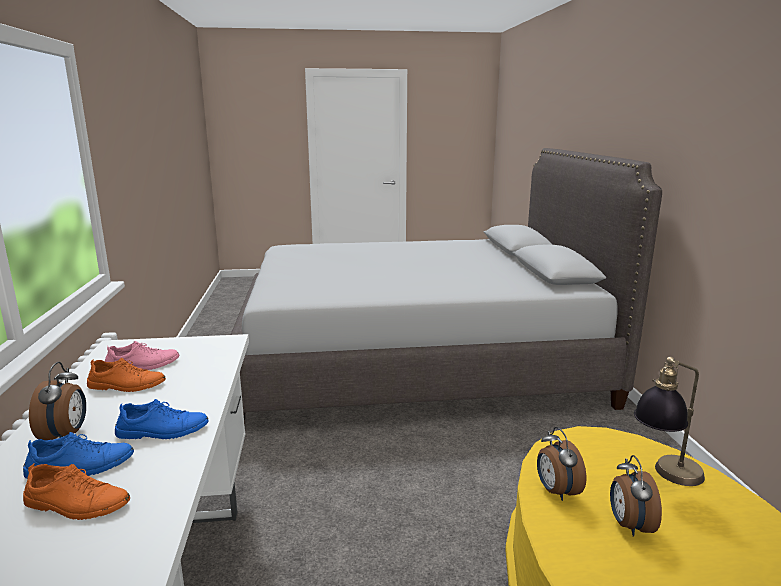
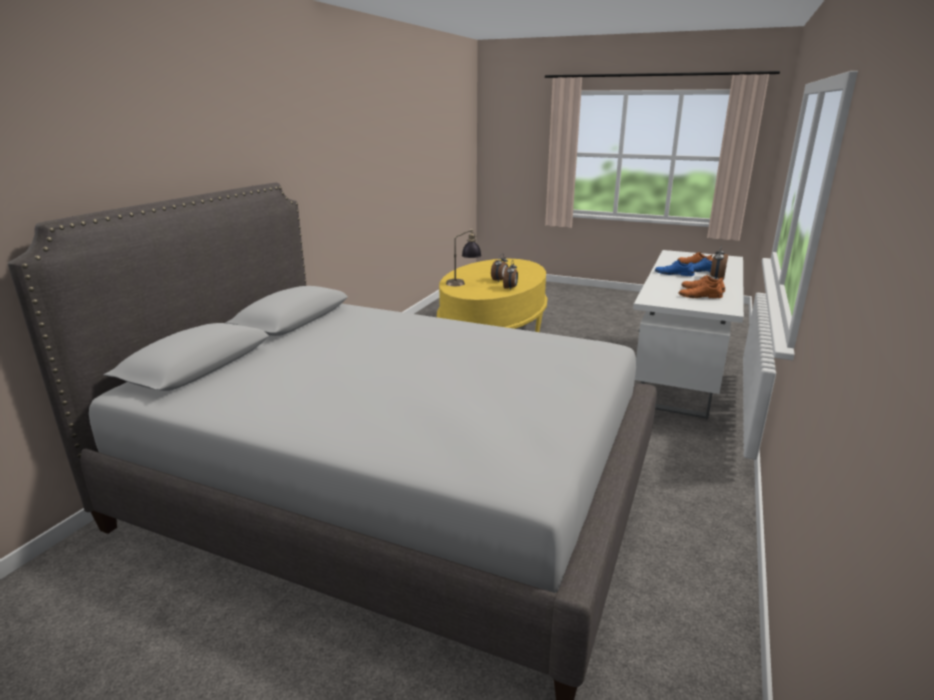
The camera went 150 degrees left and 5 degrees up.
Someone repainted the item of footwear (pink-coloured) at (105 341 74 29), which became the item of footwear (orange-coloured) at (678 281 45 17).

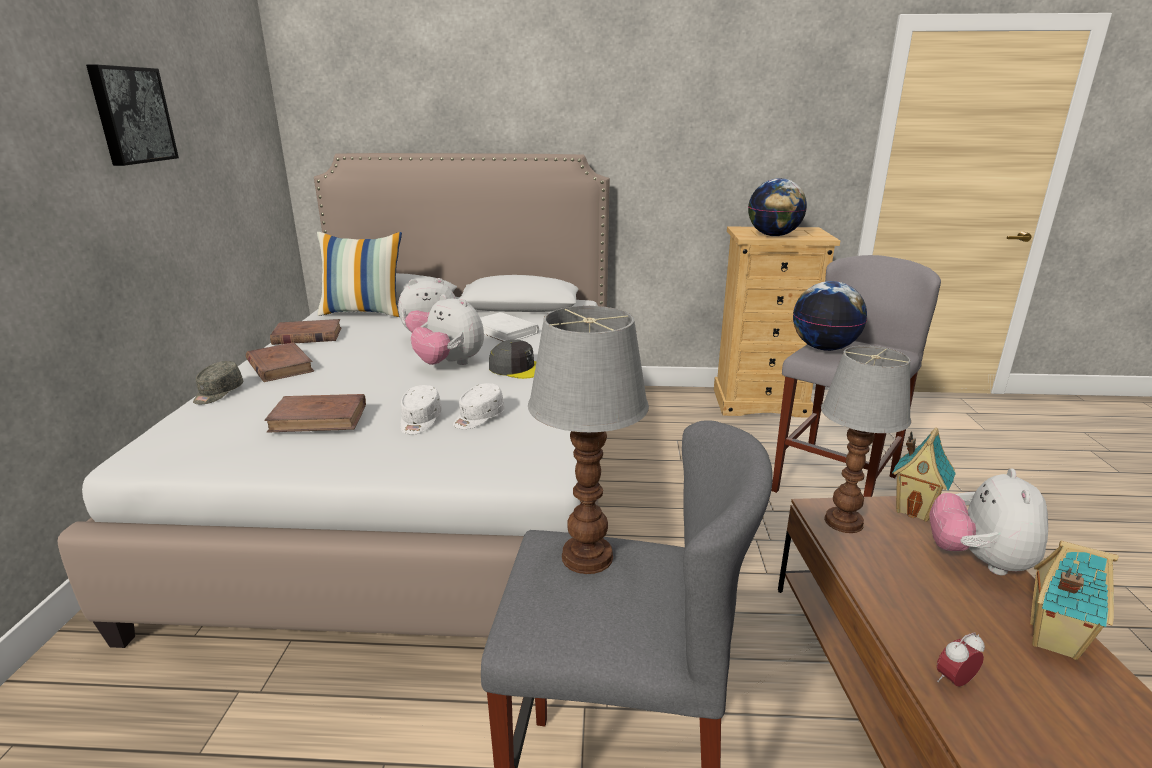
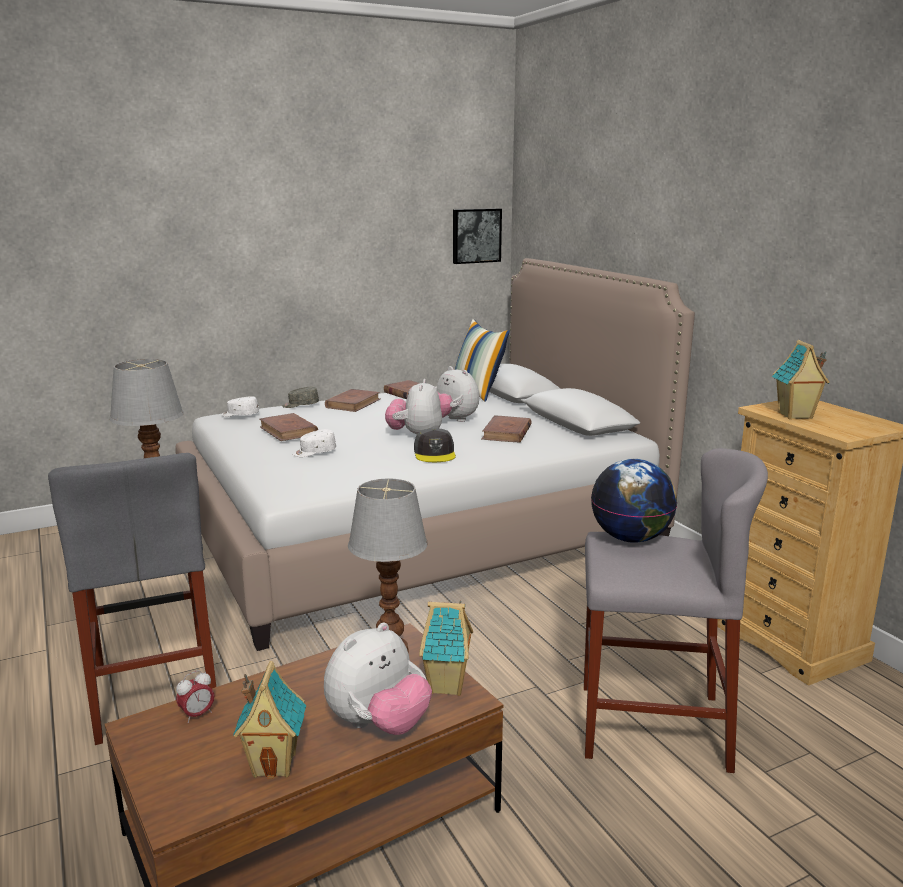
The camera went 60 degrees right and 5 degrees down.
Someone carried the wall picture from (86 65 93 101) to (453 208 49 56).
Someone carried the baseball cap (white-coloured) from (453 383 52 46) to (221 396 38 21).
Someone repainted the bound book (white-coloured) at (480 312 59 29), which became the bound book (brown-coloured) at (481 415 51 28).
Someone swapped the globe at (748 178 59 58) for the toy house at (772 340 58 79).
Someone rotated the cuddly toy at (929 468 119 107) by 150 degrees clockwise.
Someone rotated the alarm clock at (937 632 48 55) by 105 degrees clockwise.

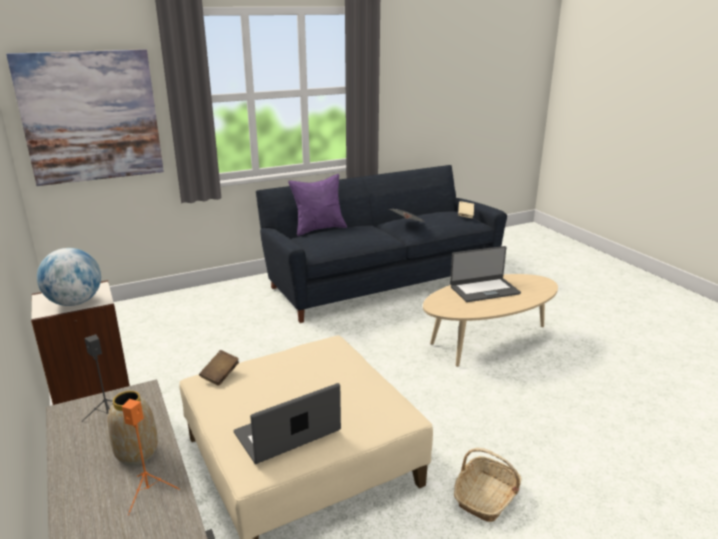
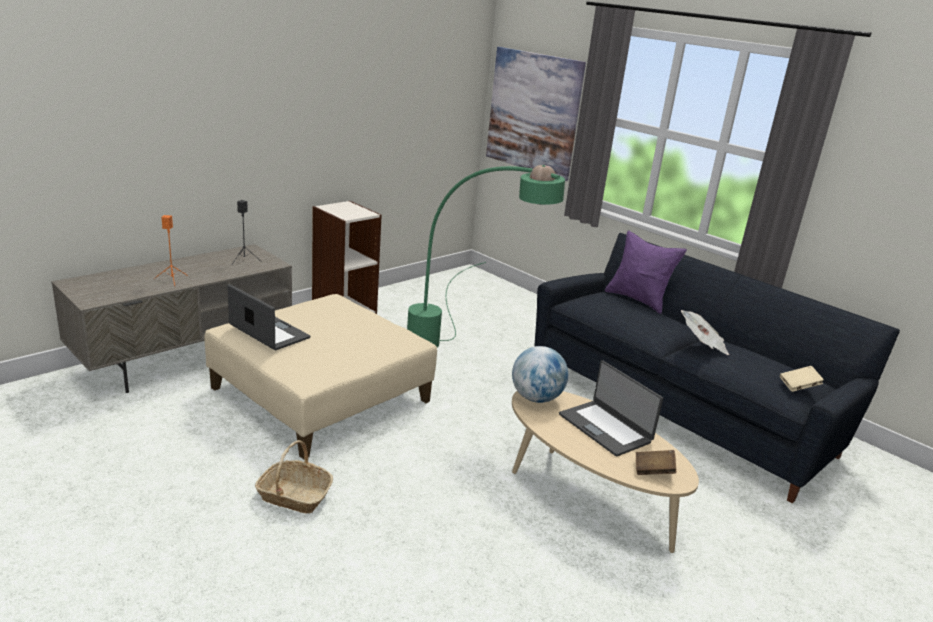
The camera went 70 degrees right and 0 degrees up.
Someone carried the globe from (37 248 64 58) to (512 346 56 57).
Someone took away the vase at (108 391 50 75).
Someone carried the bound book (brown-coloured) from (199 350 40 36) to (636 450 41 25).
Someone put down the floor lamp (greenish) at (407 165 158 182).

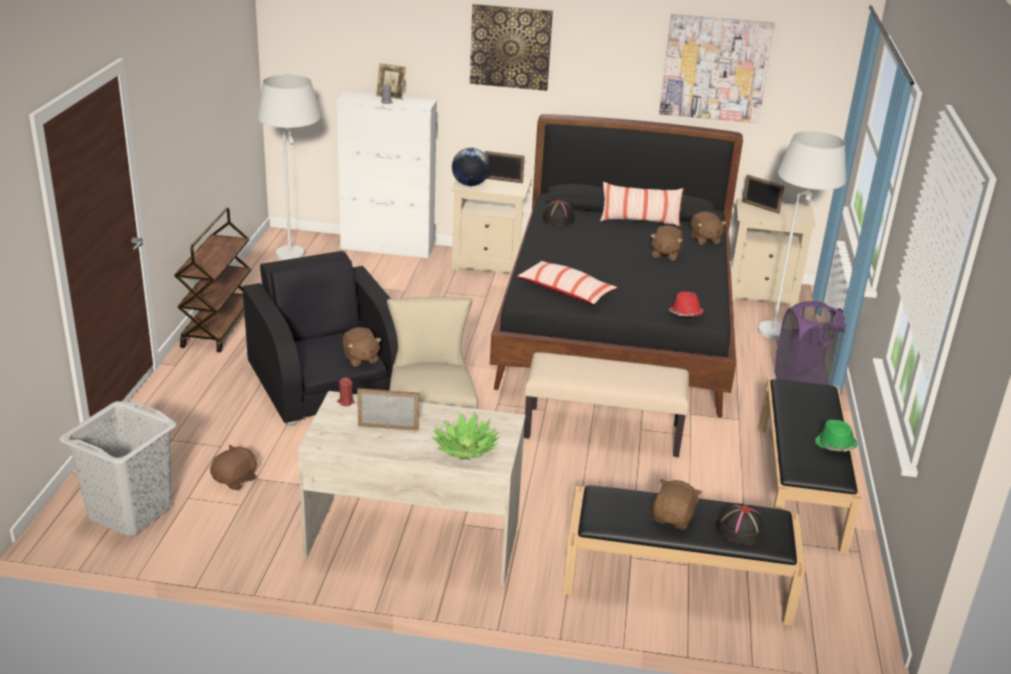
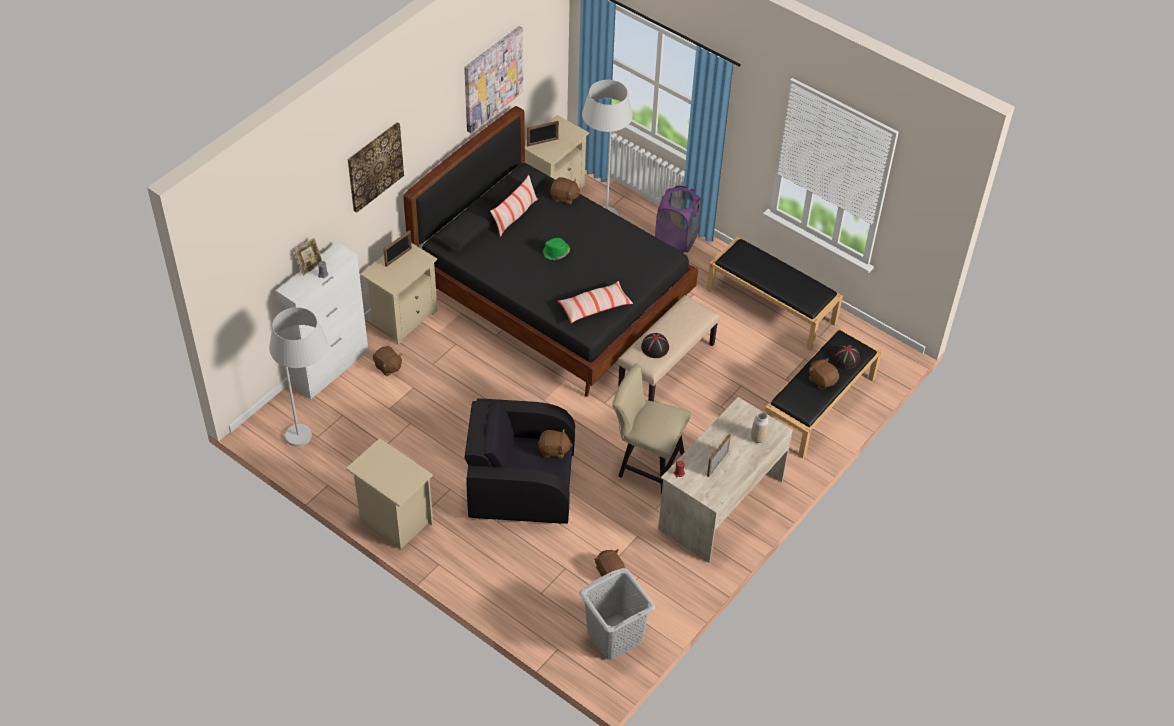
The camera went 60 degrees left and 20 degrees up.
Someone swapped the cart (brown-coloured) at (174 208 78 144) for the nightstand (beige) at (346 438 87 111).
Someone swapped the houseplant at (431 412 69 48) for the vase at (751 411 18 32).
Someone took away the globe at (452 148 38 38).
Someone carried the wearable hat (black-coloured) from (542 200 33 25) to (641 333 28 25).
Someone carried the cuddly toy (brown-coloured) from (651 226 32 34) to (373 346 29 30).
Someone took away the wearable hat (reddish) at (668 292 35 24).
Someone carried the wearable hat (greenish) from (815 420 43 32) to (542 238 28 22).

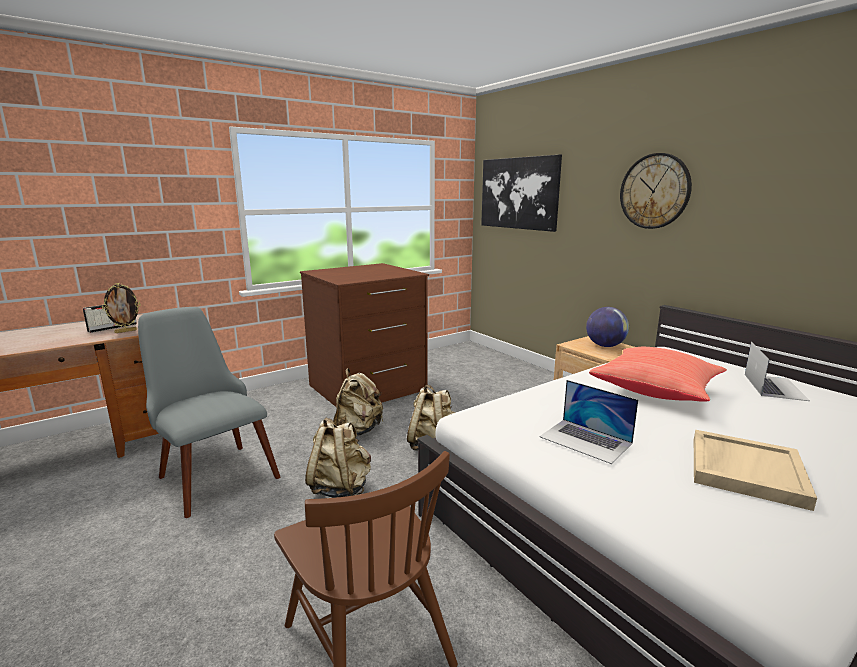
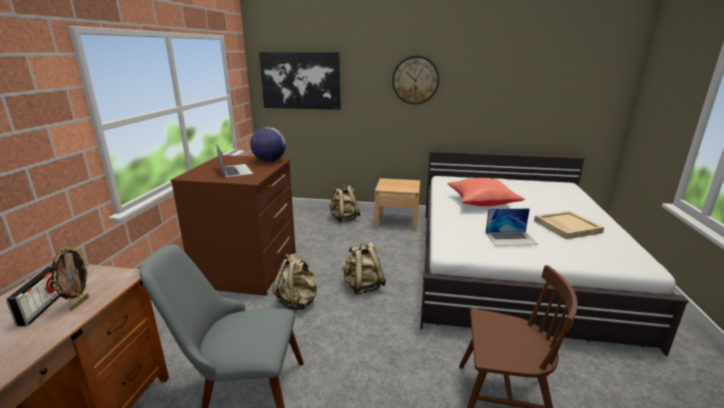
The camera went 45 degrees left and 5 degrees up.
Someone carried the backpack (beige) from (305 418 66 80) to (329 185 32 37).
Someone carried the globe from (586 307 43 40) to (250 127 36 35).
Someone carried the laptop from (745 342 65 59) to (216 144 37 34).

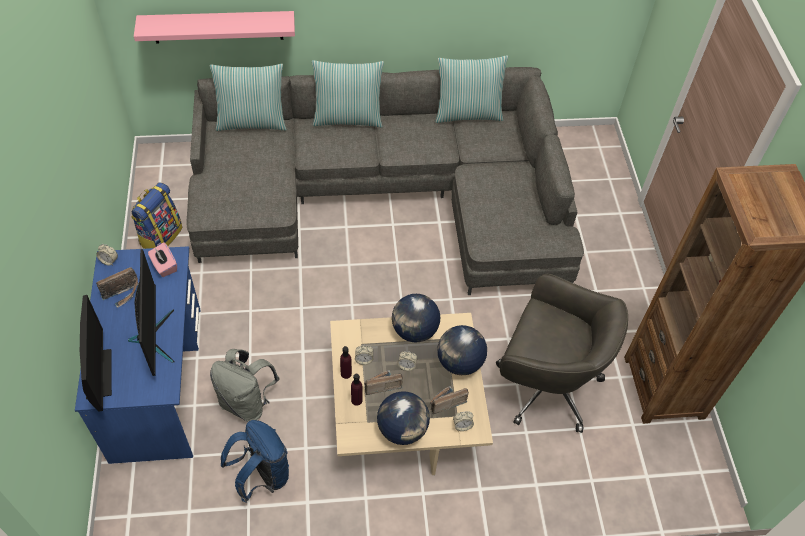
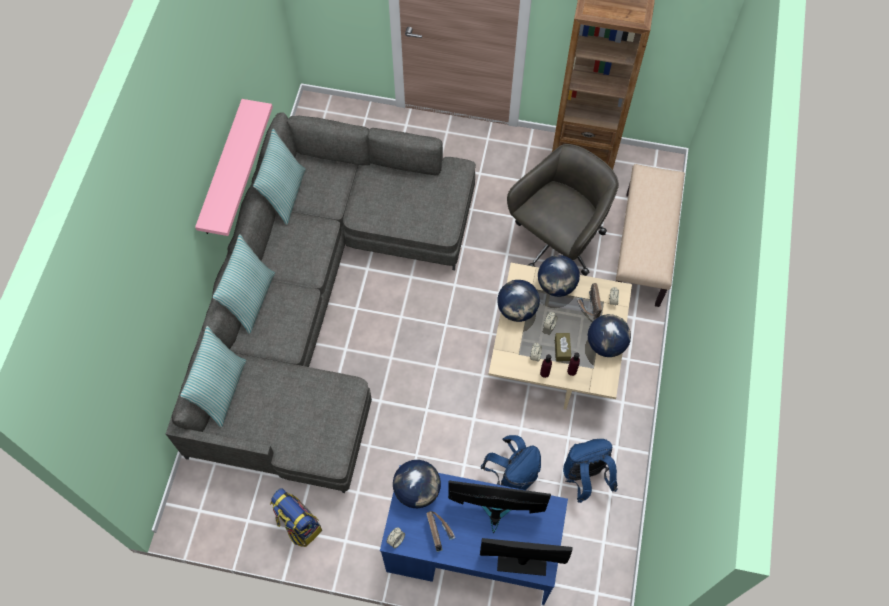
The camera went 70 degrees left and 10 degrees up.
Someone carried the wall shelf (pink-coloured) from (134 11 161 33) to (195 99 78 137).
Someone swapped the tissue holder (pink-coloured) at (148 242 29 35) for the globe at (393 460 48 48).
Someone repainted the backpack (grey) at (210 349 70 73), which became the backpack (blue) at (481 435 60 55).
Someone swapped the radio receiver at (364 370 39 25) for the tissue holder (brown-coloured) at (555 333 16 28).
Someone put down the long seat (beige) at (616 164 69 143).

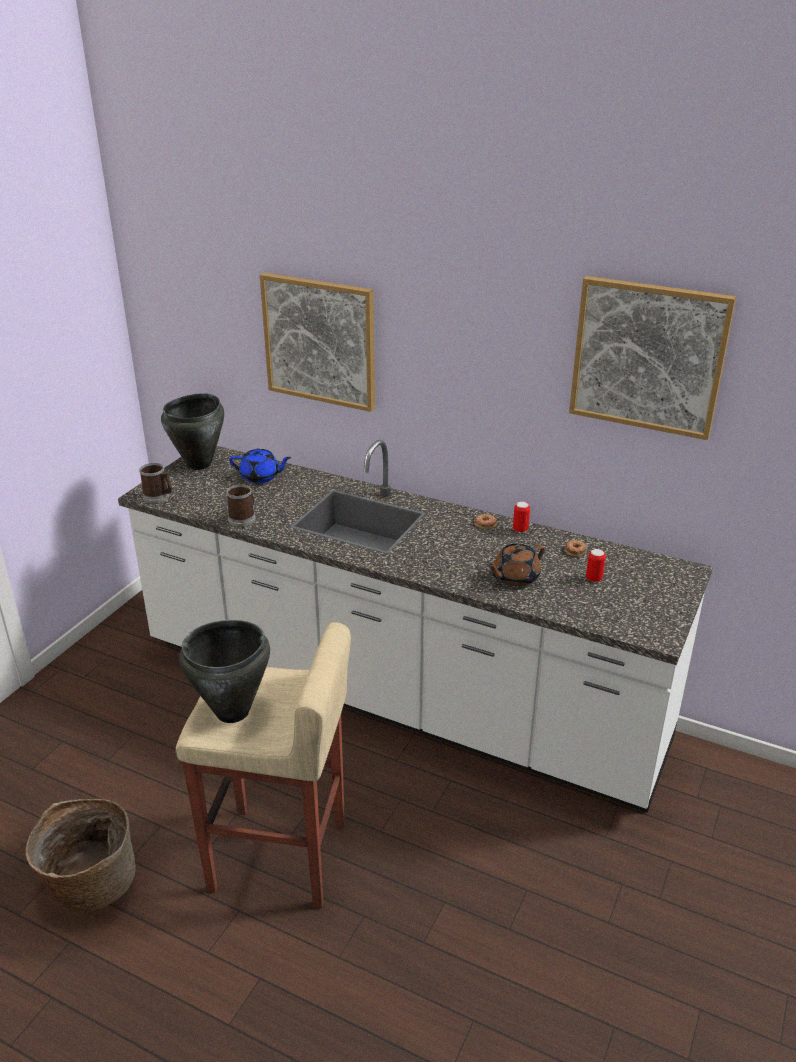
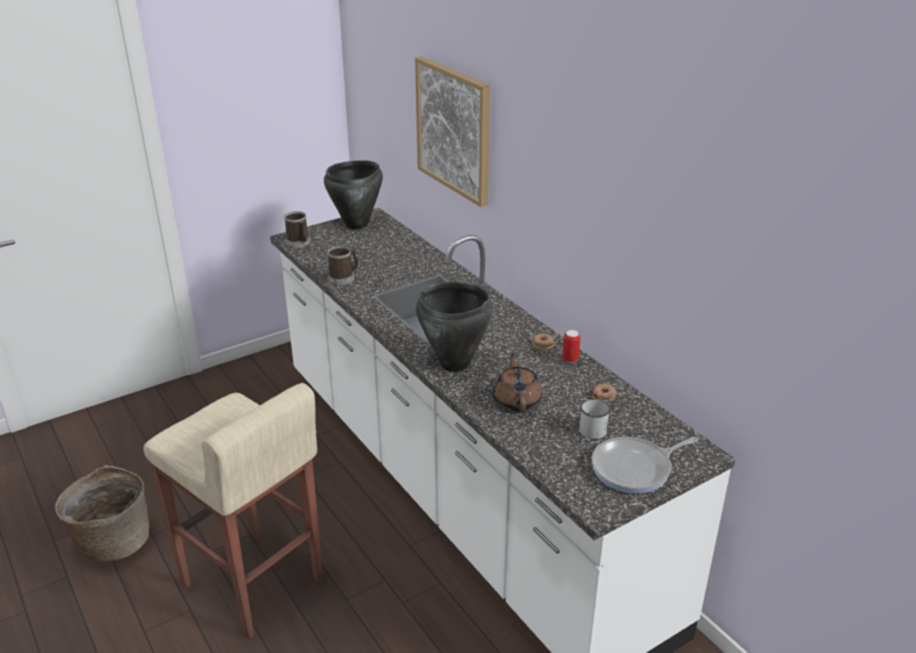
The camera went 30 degrees right and 0 degrees up.
Someone carried the cooking pot (black-coloured) from (179 620 91 103) to (416 282 77 90).
Someone took away the pot for tea (blue) at (229 448 63 35).
Someone rotated the pot for tea (brown-coloured) at (487 544 58 42) by 90 degrees clockwise.
Someone took away the wall picture at (569 276 167 164).
Someone swapped the metal can at (586 549 20 33) for the coffee mug (white-coloured) at (580 399 30 40).
Someone put down the skillet at (592 437 106 57).

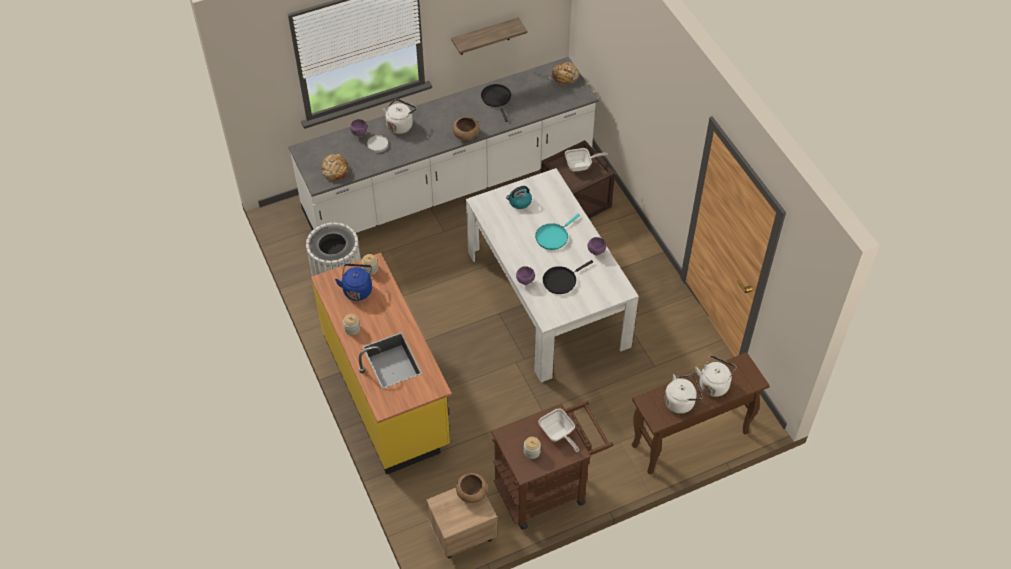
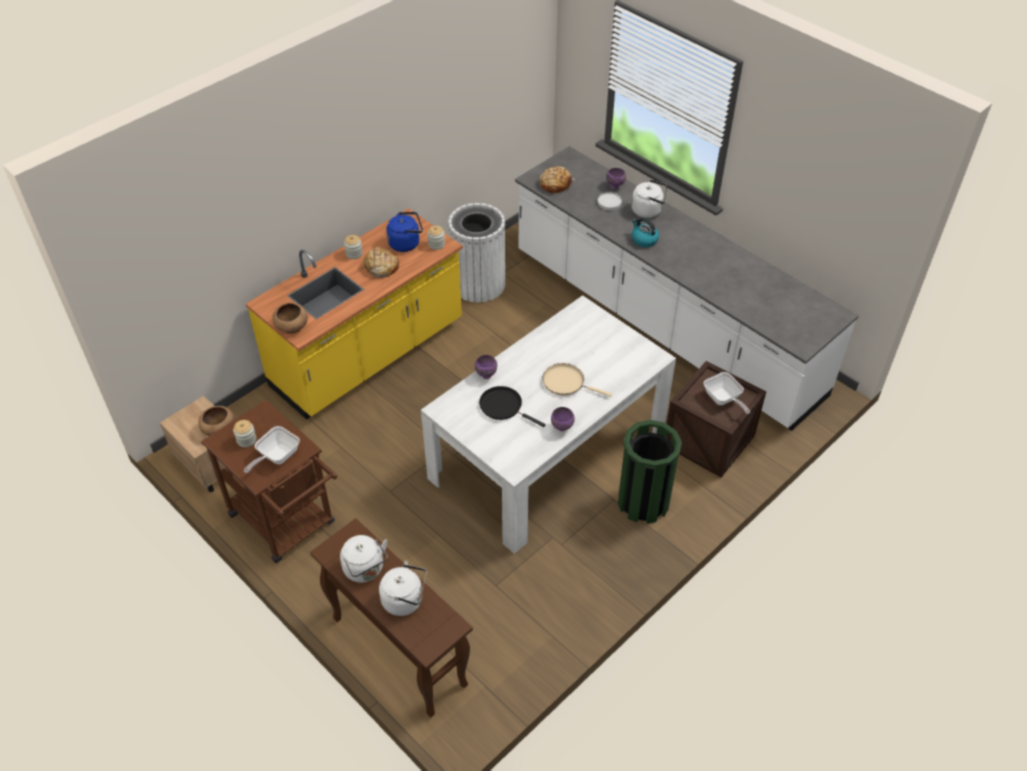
The camera went 70 degrees right and 5 degrees down.
Someone took away the wall shelf at (451 18 76 37).
Someone carried the bowl (brown-coloured) from (452 117 28 24) to (272 303 36 31).
Someone took away the skillet (black-coloured) at (481 84 30 38).
Someone carried the kettle from (506 186 26 23) to (632 218 27 29).
Someone repainted the skillet (turquoise) at (535 214 45 36), which became the skillet (beige) at (542 363 70 34).
Someone carried the bakery bread from (548 62 31 24) to (363 247 36 31).
Someone put down the trash can (greenish) at (618 420 64 104).

